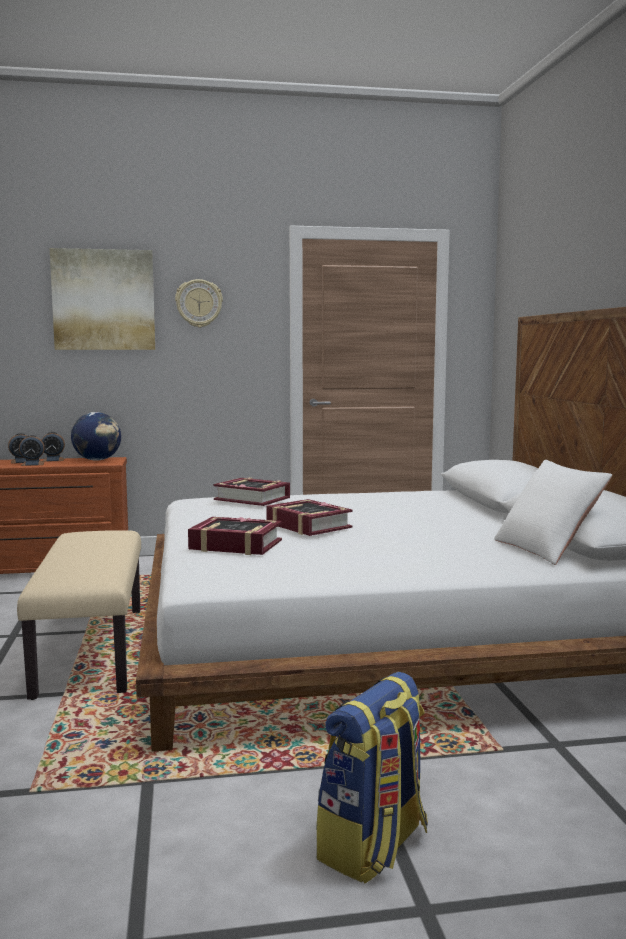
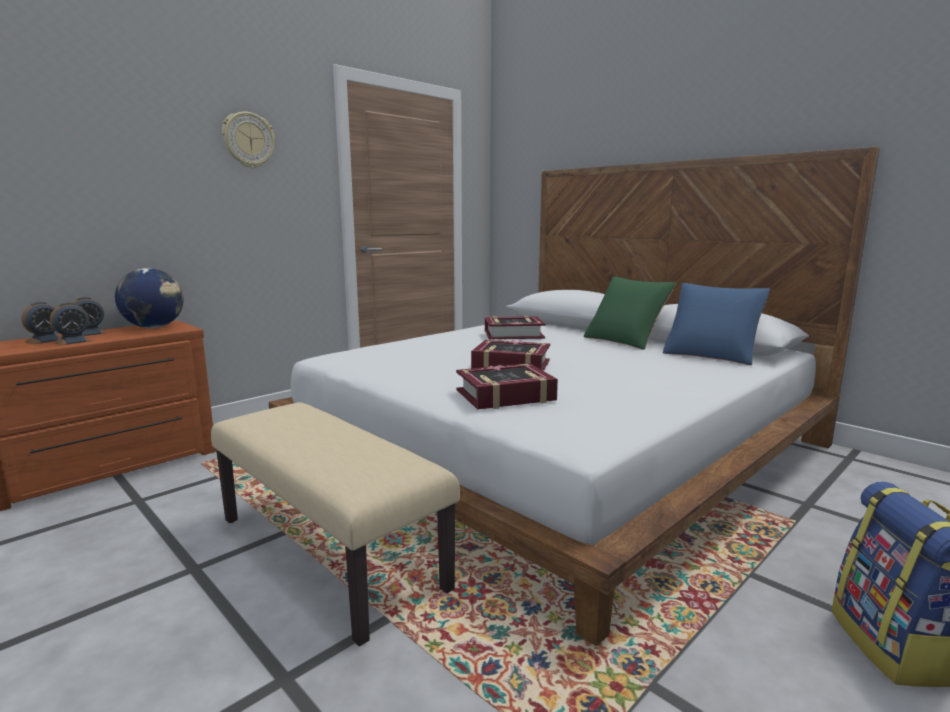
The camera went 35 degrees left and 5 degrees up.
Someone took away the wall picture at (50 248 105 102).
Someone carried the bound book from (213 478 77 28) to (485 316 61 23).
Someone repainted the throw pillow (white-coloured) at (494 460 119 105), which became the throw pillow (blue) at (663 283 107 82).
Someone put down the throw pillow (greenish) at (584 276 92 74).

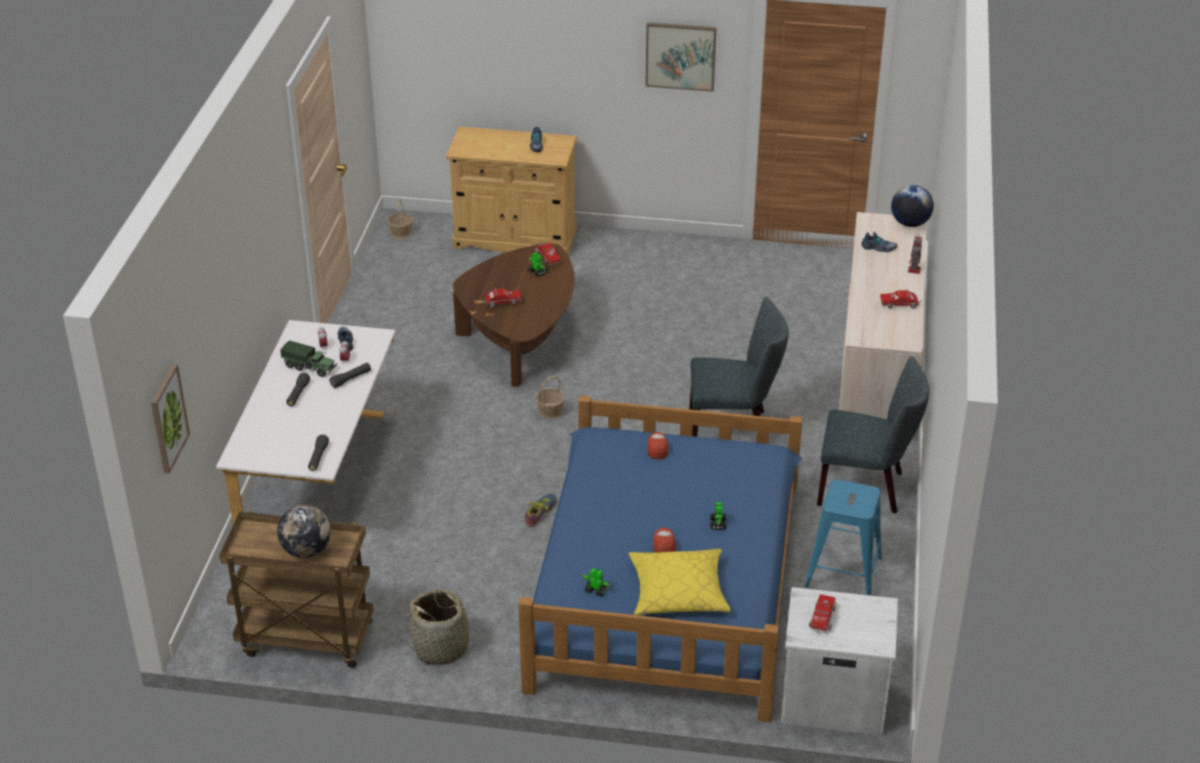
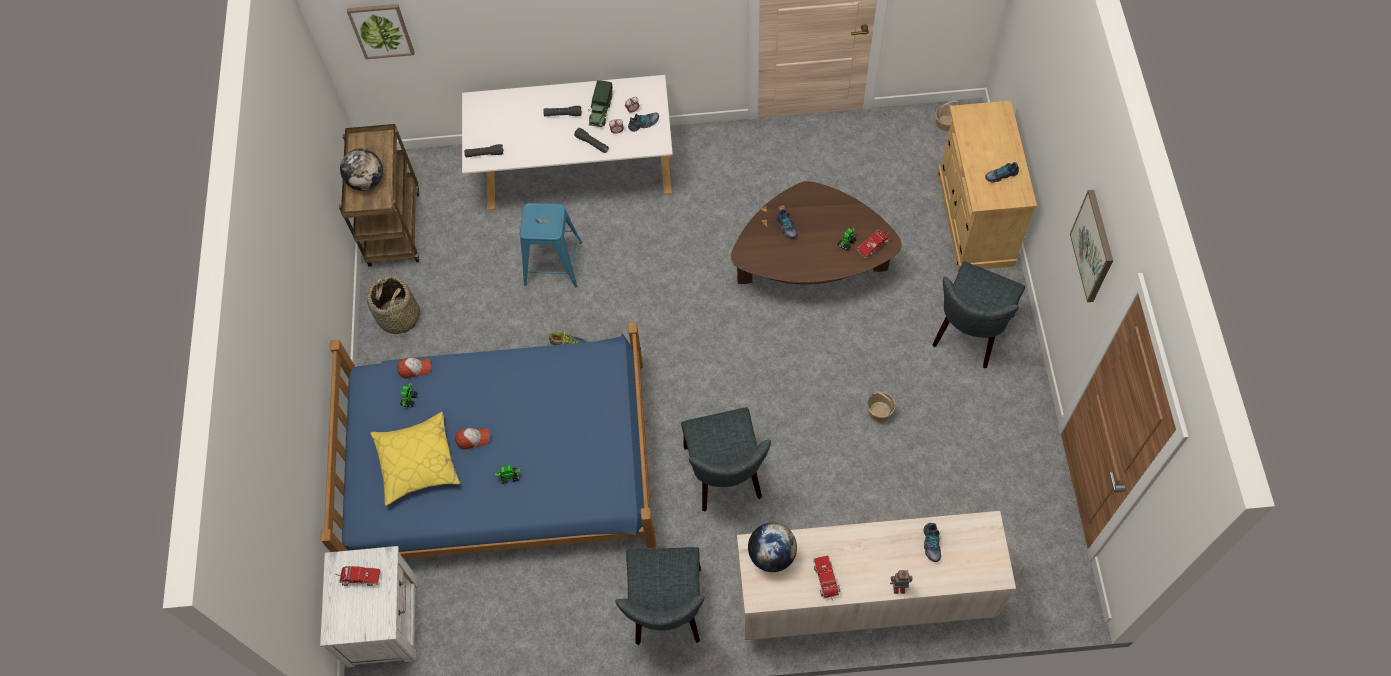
The camera went 80 degrees right and 25 degrees up.
Someone swapped the toy truck at (482 288 40 19) for the item of footwear at (776 208 22 31).
Someone carried the storage basket from (535 376 30 44) to (867 391 29 32).
Someone carried the baseball cap from (647 432 21 27) to (397 358 34 21).
Someone carried the sitting stool (blue) from (805 480 77 116) to (520 203 62 84).
Someone carried the globe from (891 185 43 42) to (748 523 49 49).
Someone put down the chair (grey) at (932 262 93 106).

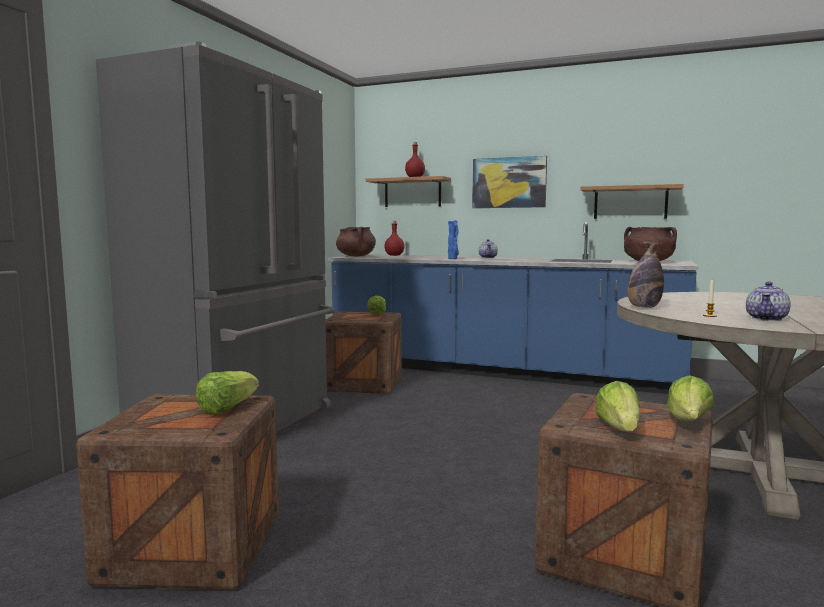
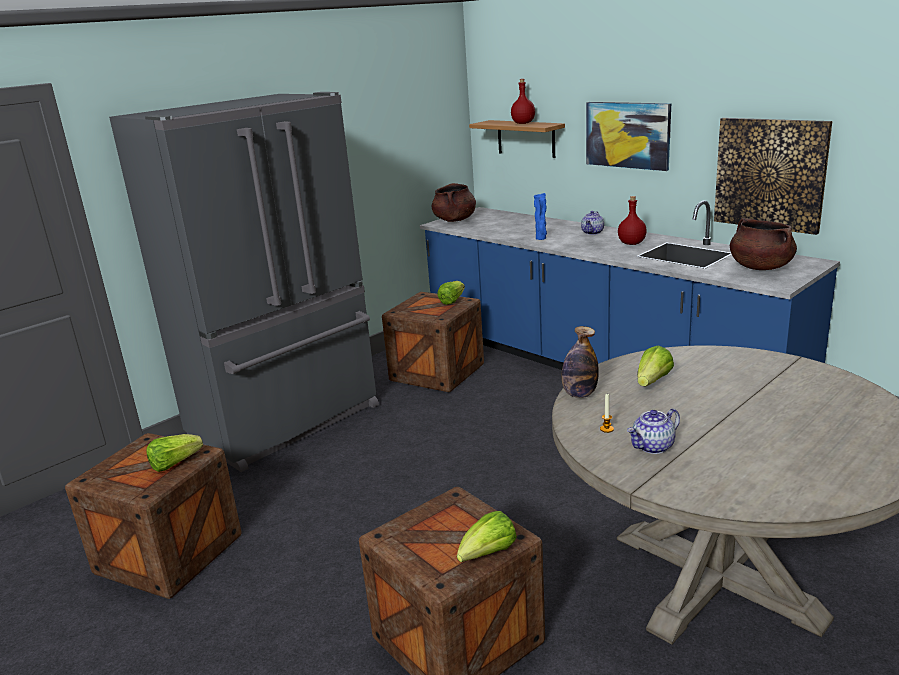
The camera went 25 degrees right and 15 degrees up.
Someone carried the beverage bottle (reddish) from (384 221 20 35) to (618 196 29 49).
Someone swapped the wall shelf at (580 184 104 35) for the wall picture at (714 118 118 117).
Someone carried the head of lettuce from (595 381 45 51) to (638 345 36 41).

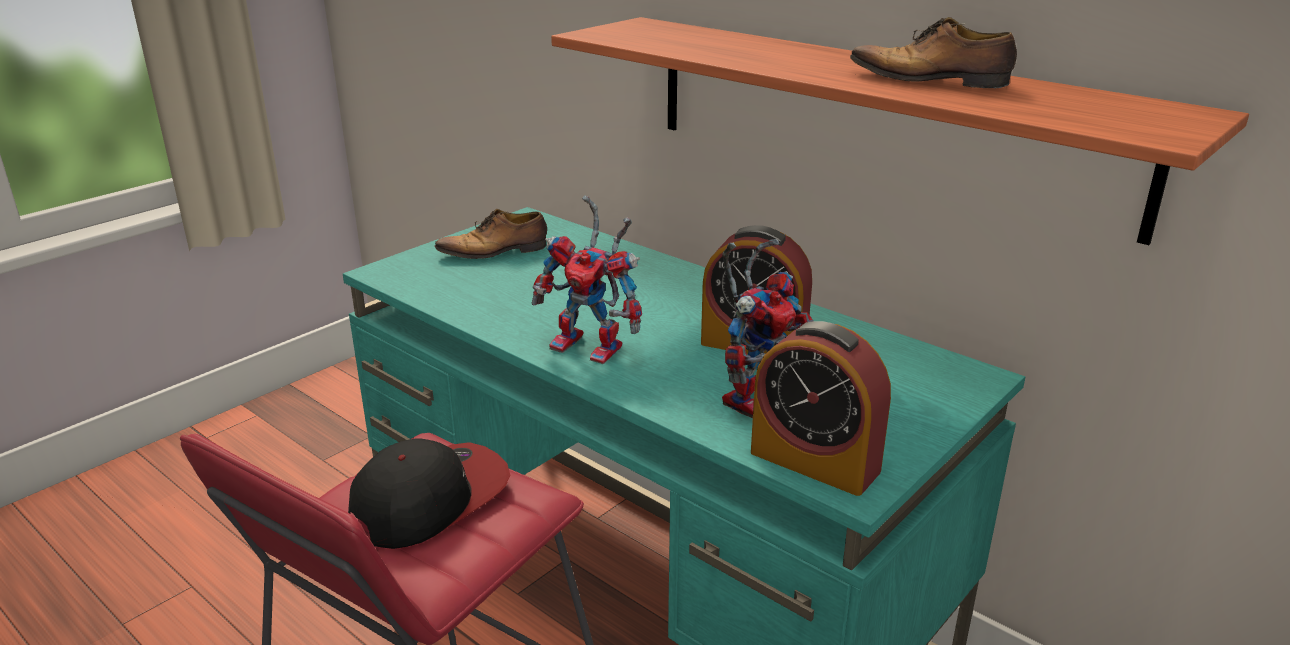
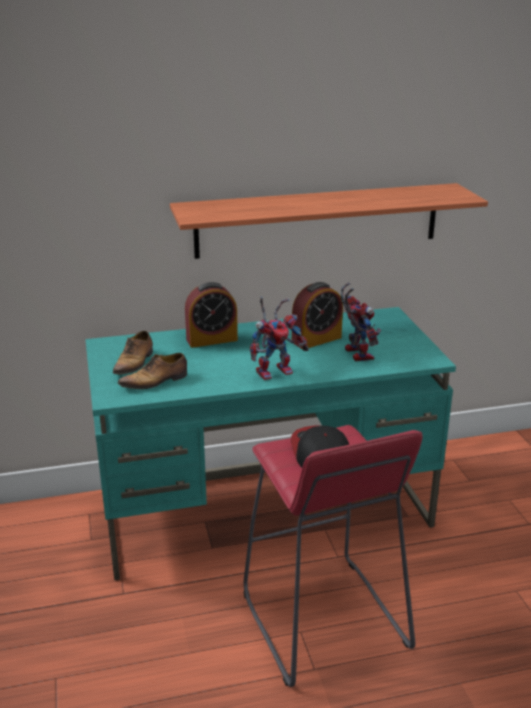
The camera went 55 degrees left and 0 degrees up.
Someone carried the alarm clock from (751 321 140 175) to (185 282 53 66).
Someone carried the item of footwear from (850 17 167 71) to (118 353 69 36).

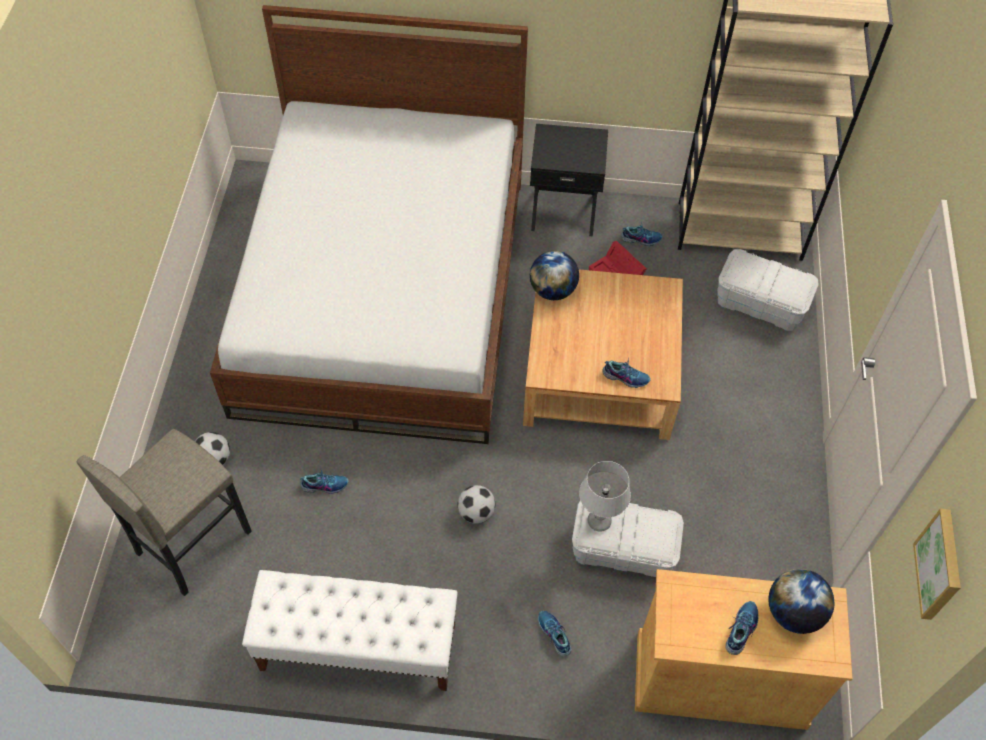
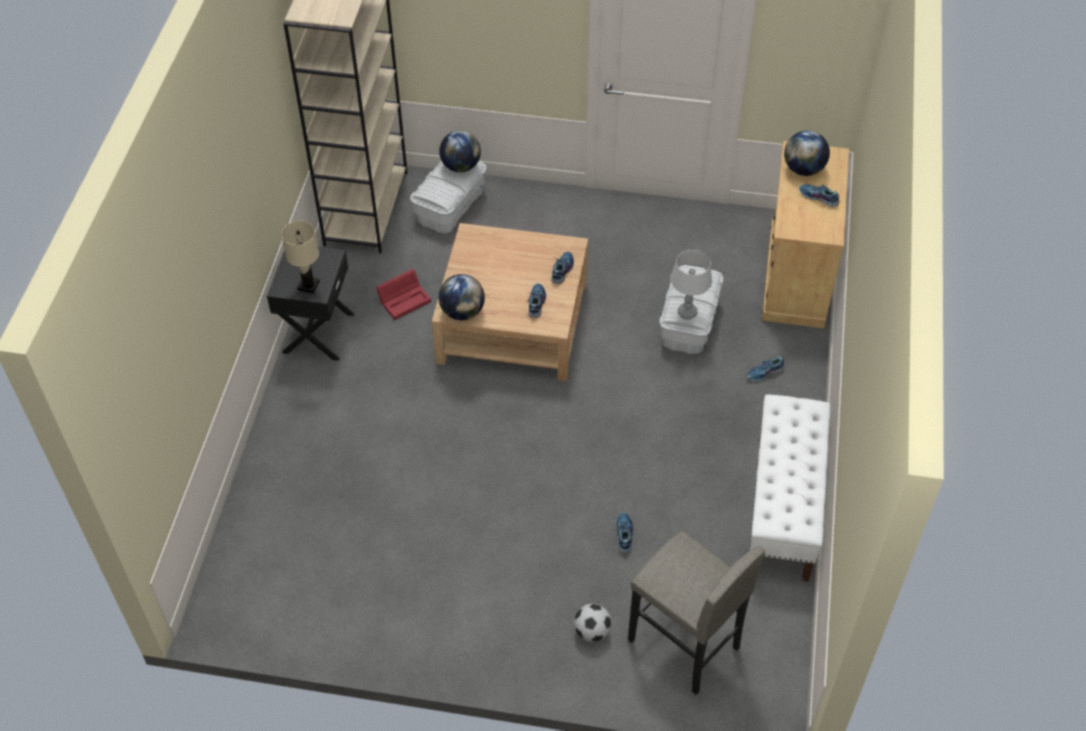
The camera went 85 degrees left and 5 degrees down.
Someone took away the sleeping bed at (210 5 318 439).
Someone took away the football at (458 485 37 39).
Someone carried the item of footwear from (621 221 42 25) to (527 283 19 35).
Someone took away the wall picture at (913 509 48 111).
Someone put down the lamp for a table (beige) at (281 221 39 72).
Someone put down the globe at (439 131 42 41).

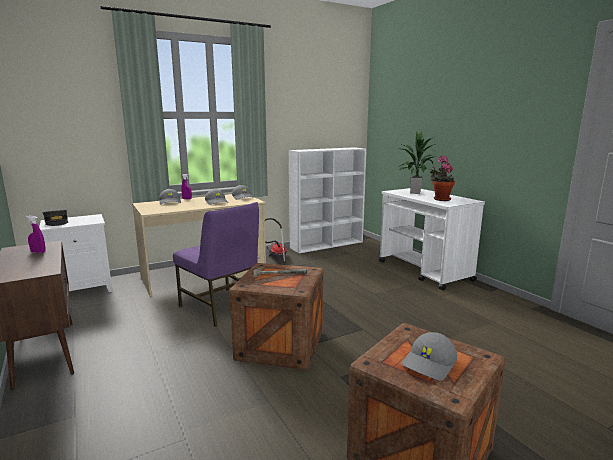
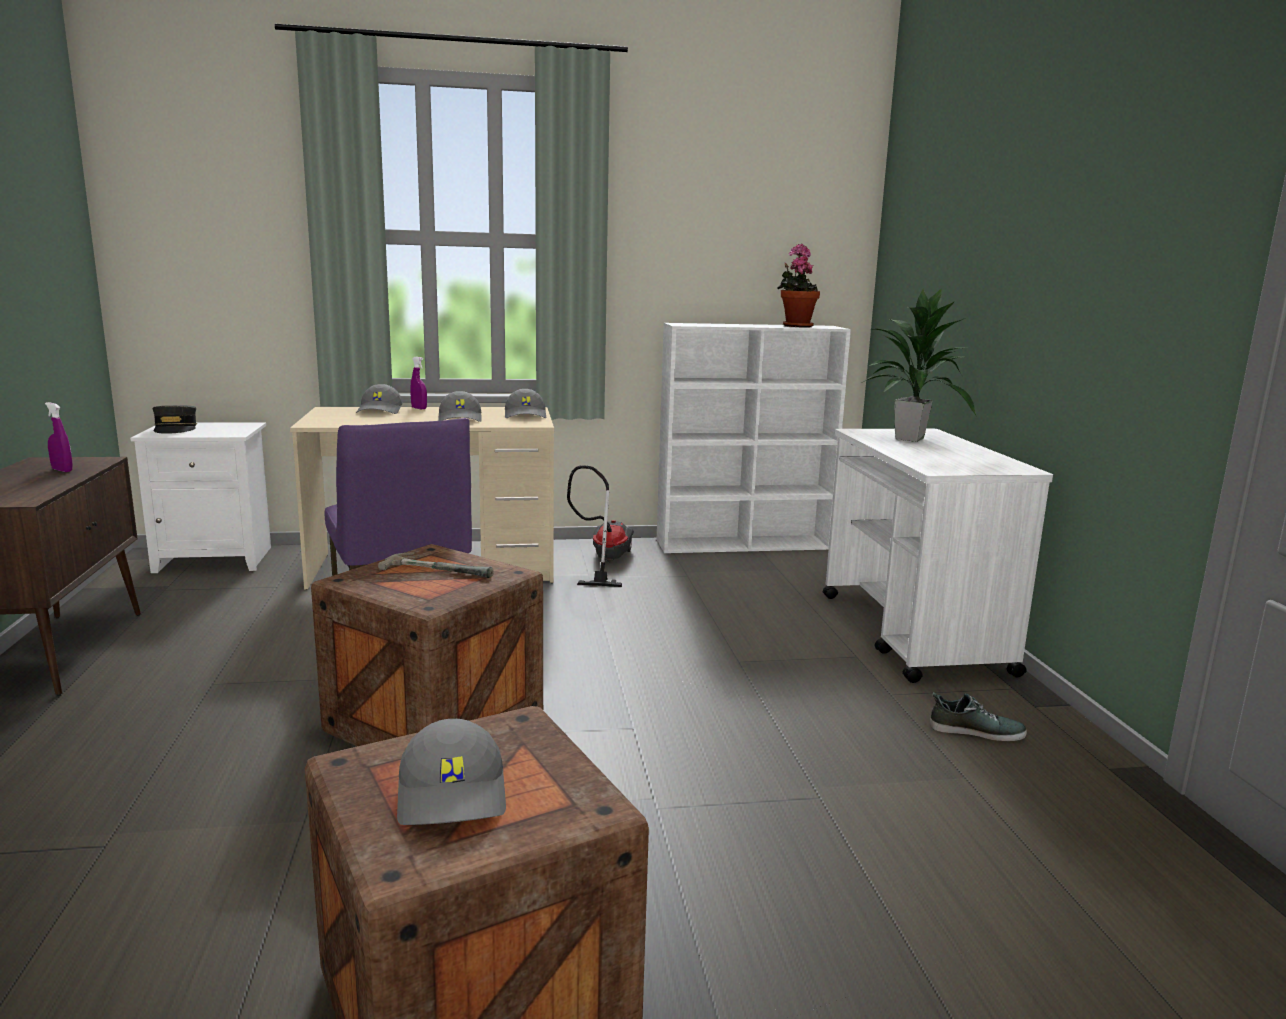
The camera went 20 degrees right and 0 degrees up.
Someone rotated the baseball cap (grey) at (401 332 56 49) by 75 degrees counterclockwise.
Someone carried the houseplant from (430 155 25 46) to (777 244 43 83).
Someone put down the item of footwear at (930 692 97 49).

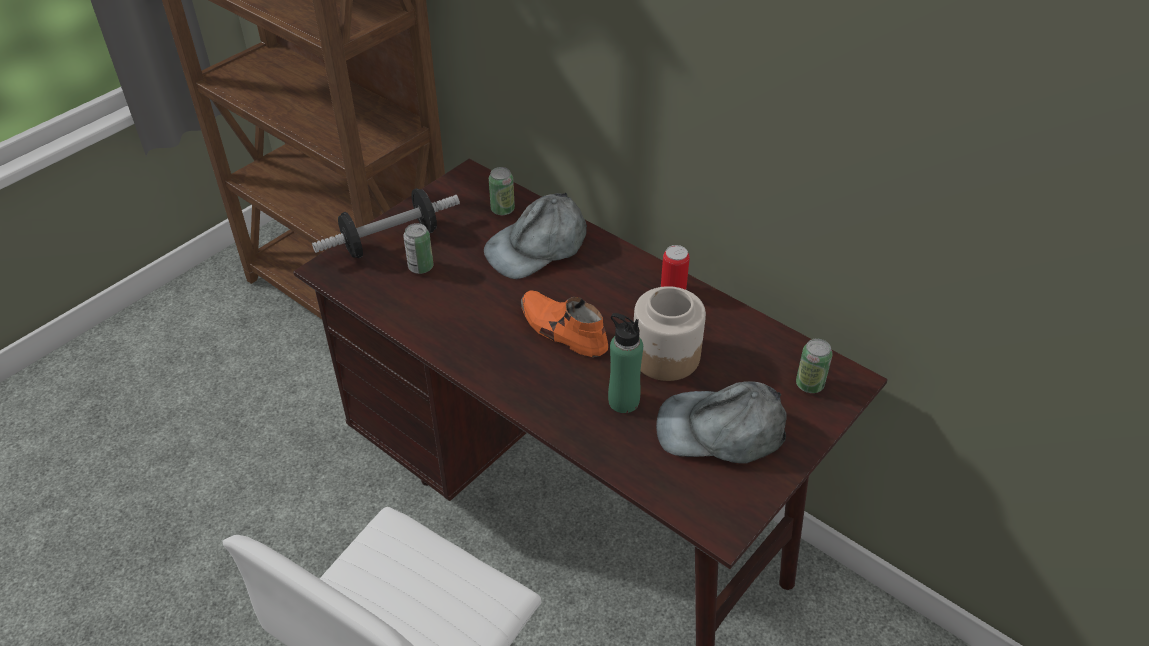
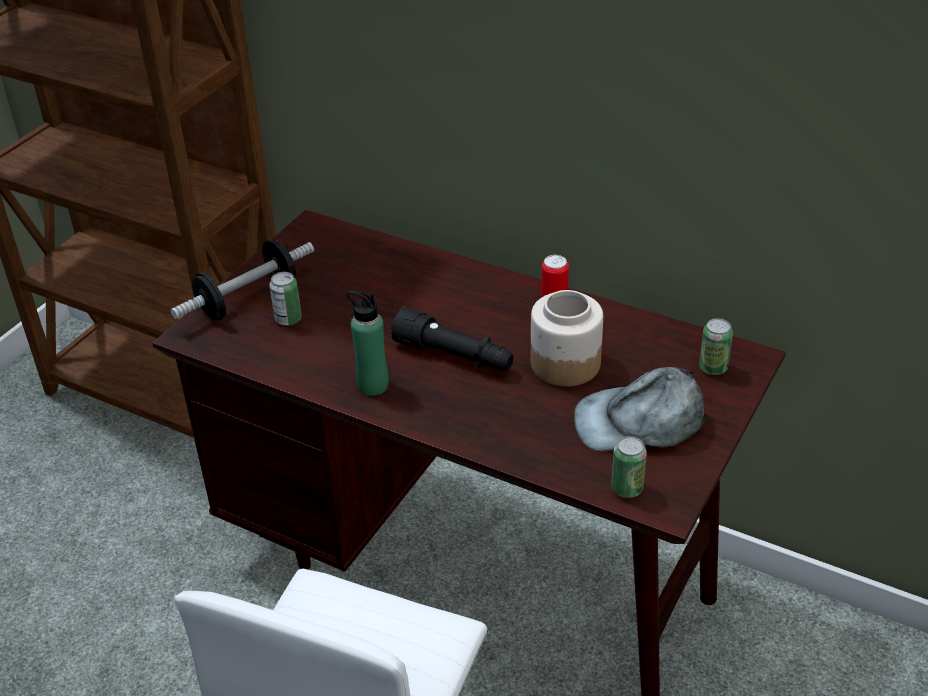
The camera went 10 degrees left and 5 degrees down.
Someone took away the baseball cap (grey) at (484 193 103 86).
Someone carried the metal can from (489 167 26 48) to (611 436 36 62).
Someone swapped the item of footwear (orange-coloured) at (521 290 87 67) for the flashlight (black-coloured) at (390 307 124 64).
Someone carried the beverage bottle (greenish) from (608 313 35 100) to (347 291 42 105).

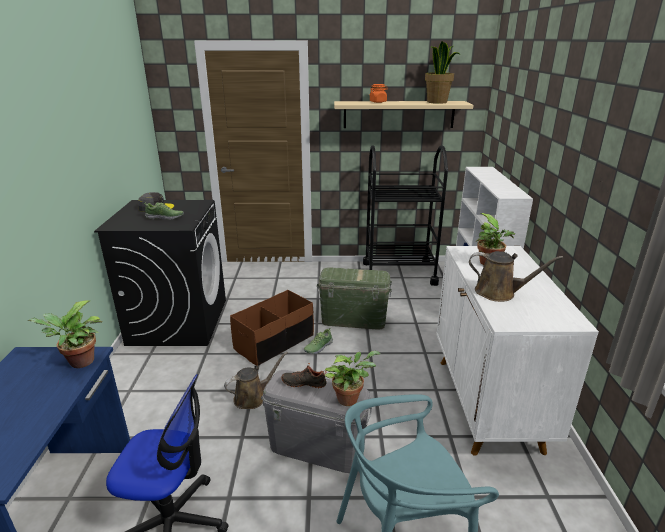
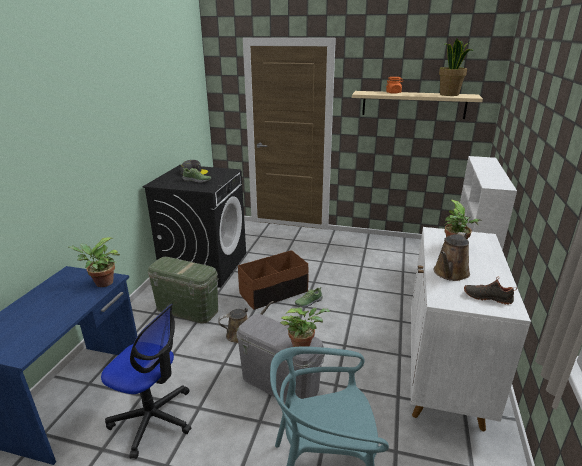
The camera went 15 degrees right and 0 degrees up.
Someone carried the item of footwear (black-coloured) from (281 363 46 25) to (464 278 53 26).
Someone carried the storage box (greenish) from (317 268 75 61) to (148 257 71 67).
Someone took away the cart (black-coloured) at (363 145 85 141).
Someone rotated the sprinkling can (brown-coloured) at (469 251 94 51) by 90 degrees clockwise.

